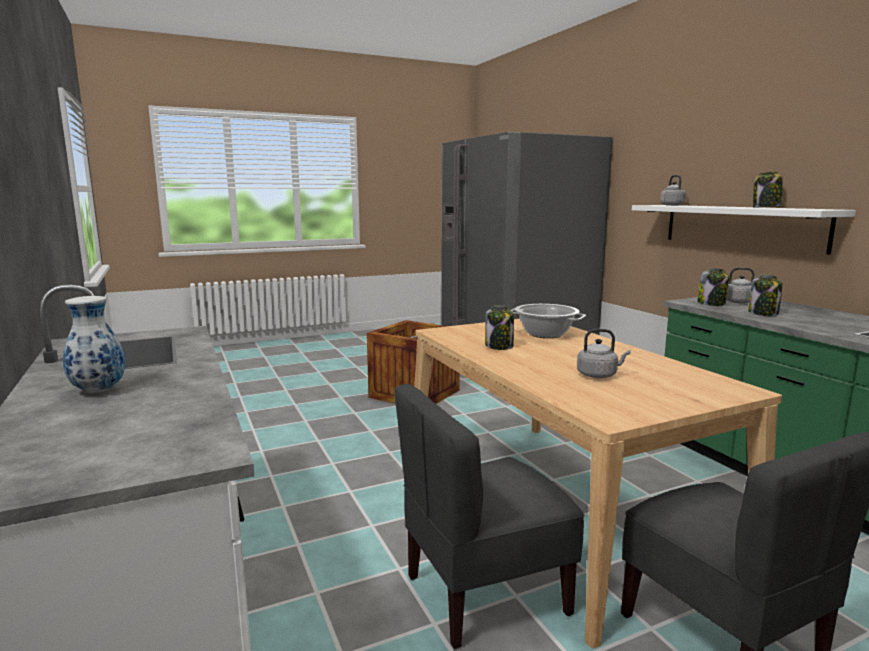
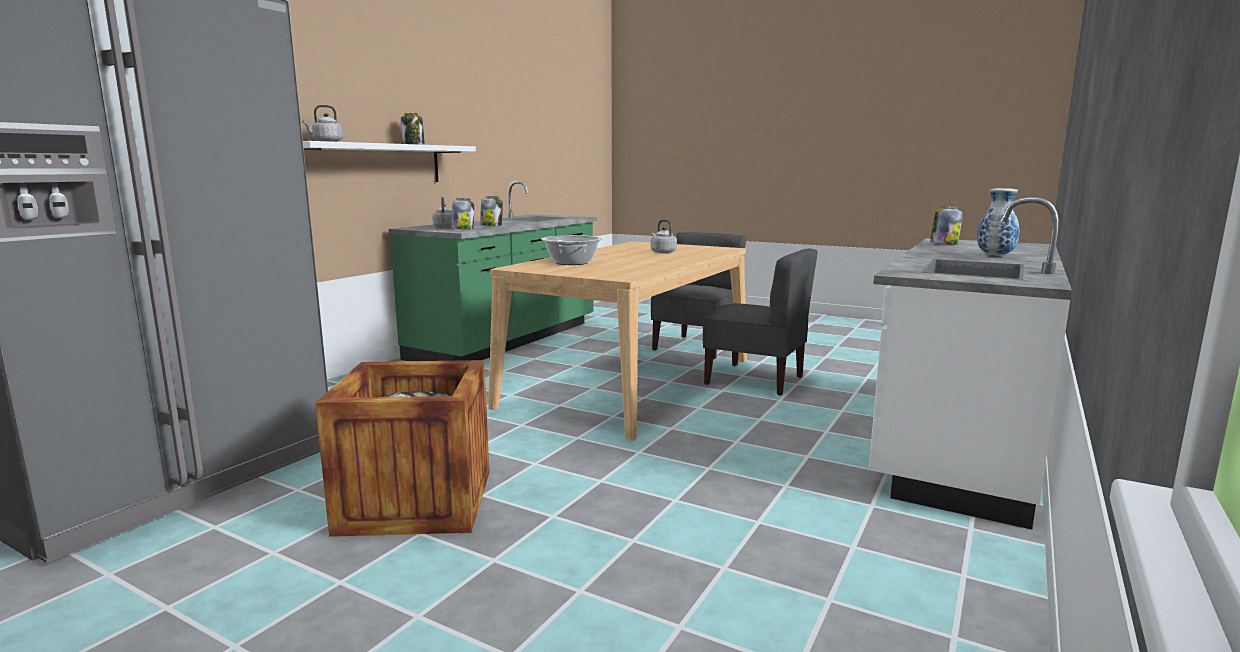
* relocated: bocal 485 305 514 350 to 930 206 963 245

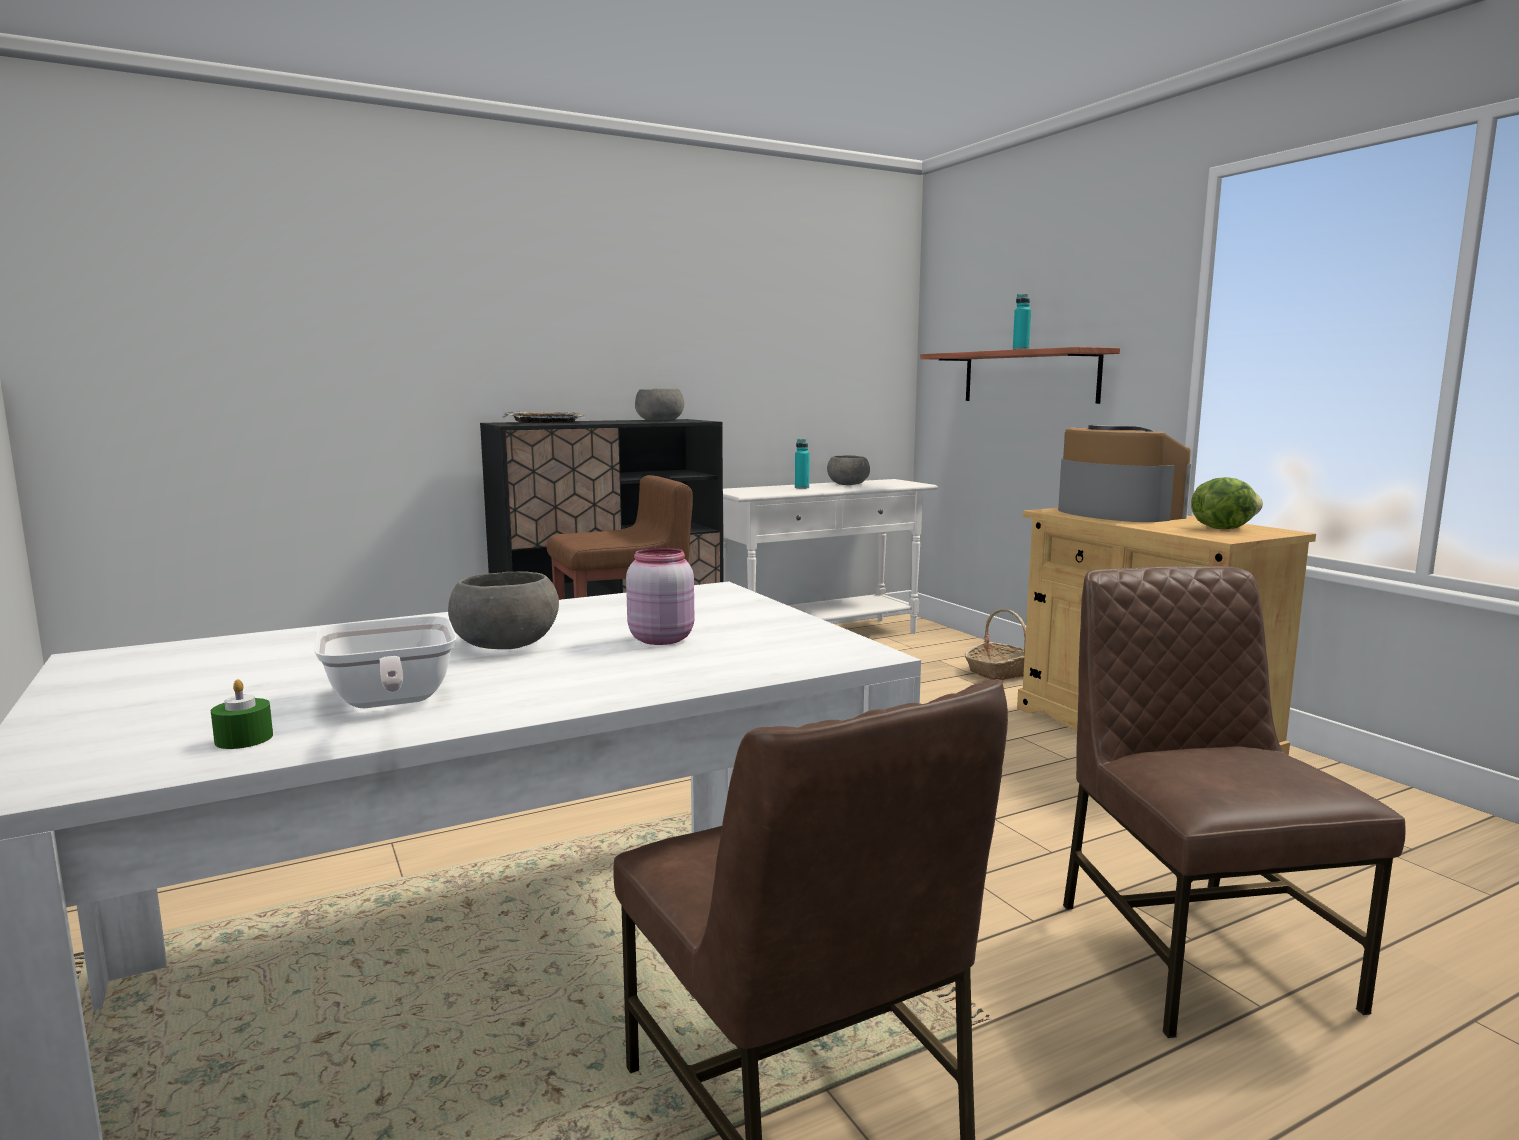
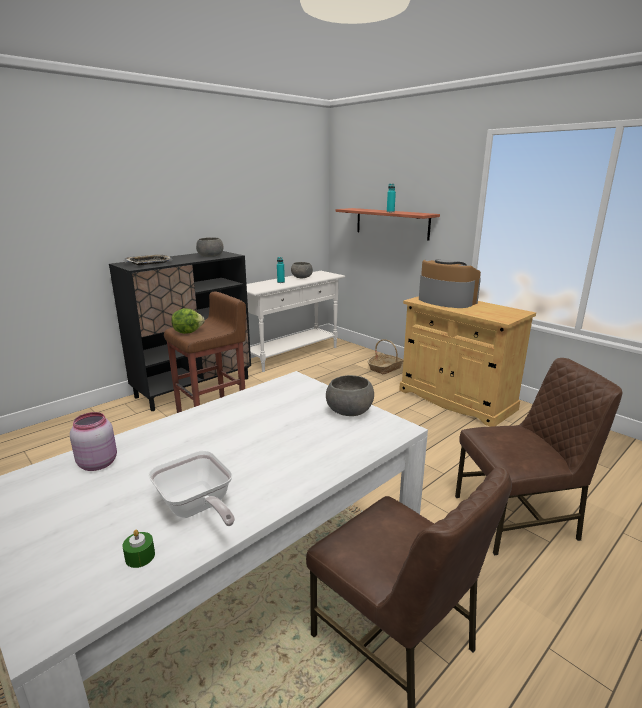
* relocated: bol [gris] 448 571 559 649 to 326 375 374 416
* relocated: bocal [rose] 626 547 694 645 to 70 412 117 471
* spun: chaise [marron] 1063 566 1406 1038 = 455 358 622 555 105 degrees clockwise
* relocated: laitue 1191 477 1263 529 to 171 308 205 334

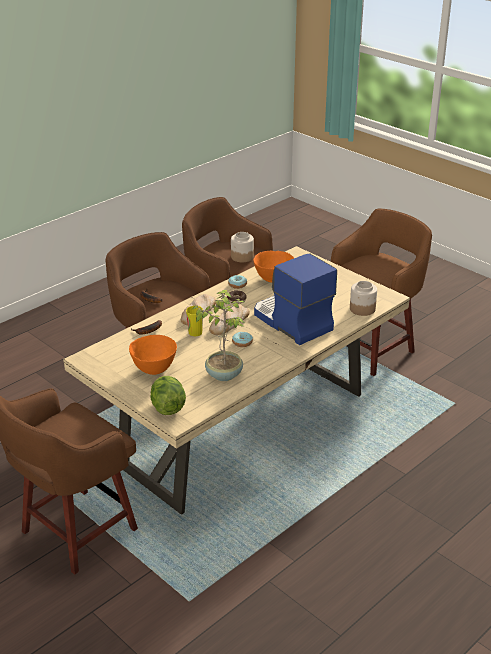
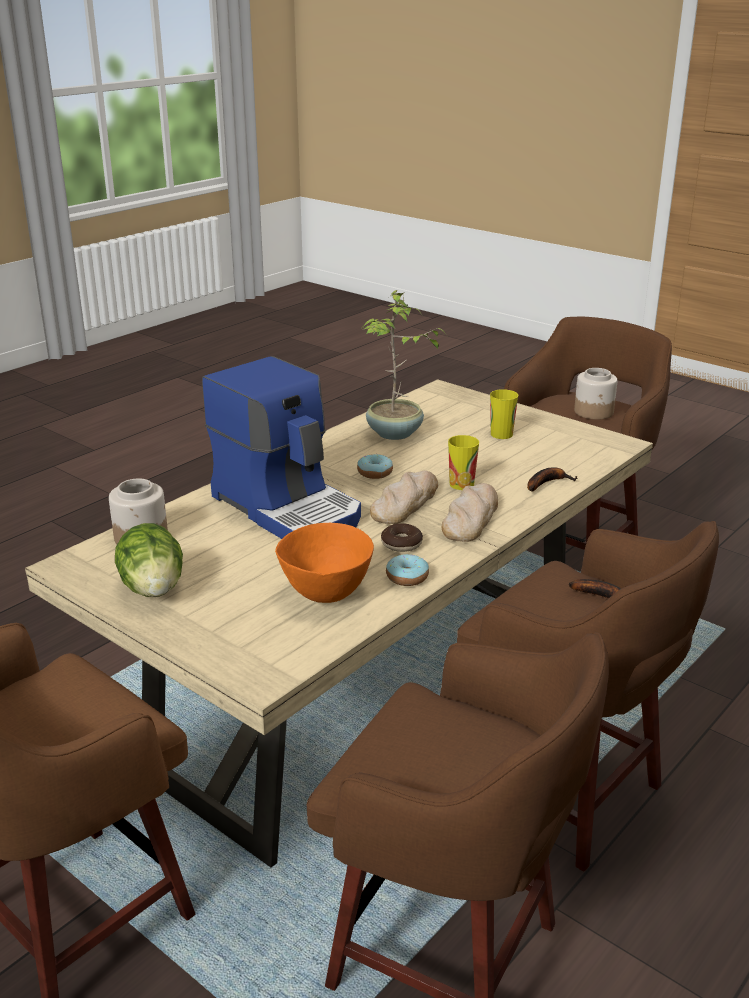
* exchanged: bol [orange] 129 335 177 375 to tasse 490 389 518 439
* relocated: laitue 150 376 186 415 to 115 523 183 597
* relocated: bocal 231 232 254 262 to 574 368 618 420

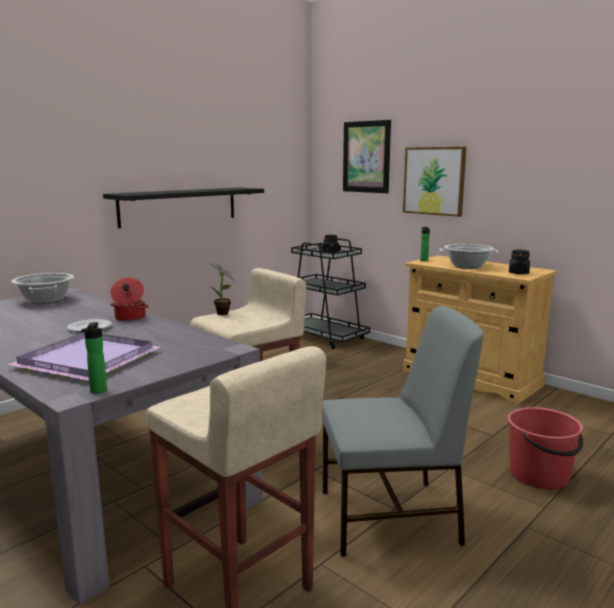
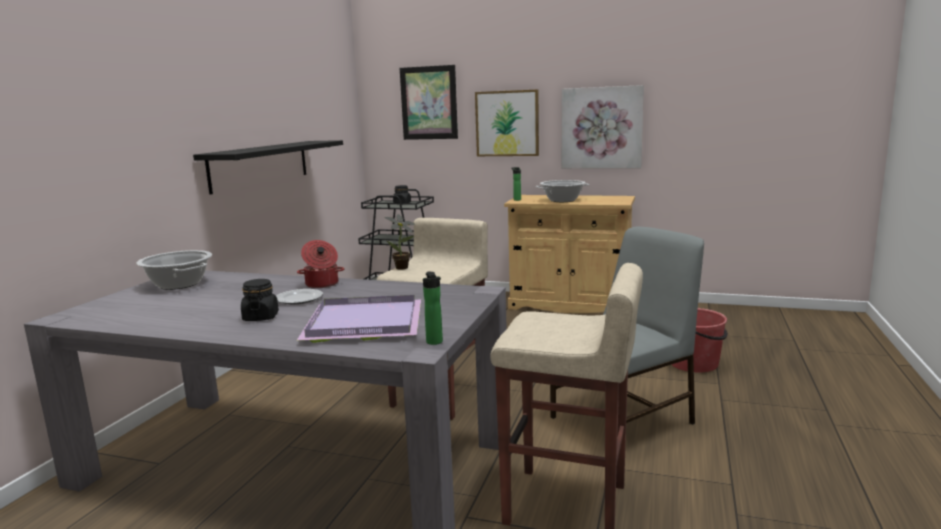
* relocated: bocal [noir] 509 249 530 274 to 241 279 279 321
* appeared: tableau 562 85 644 168

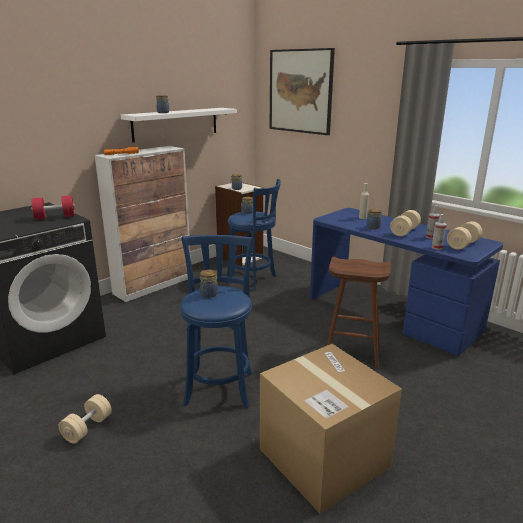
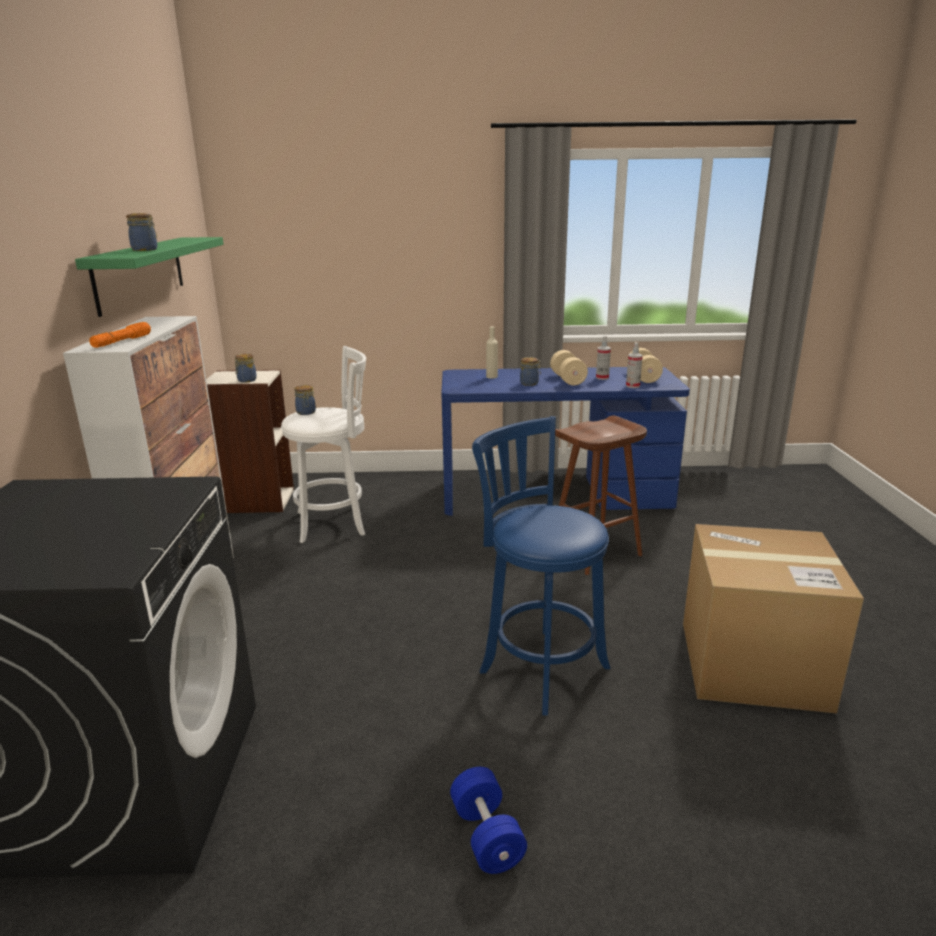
* missing: haltère [rouge] 32 195 75 220
* colour: haltère [beige] 59 394 112 444 to haltère [bleu] 450 767 527 874
* colour: étagère [blanc] 121 108 237 142 to étagère [vert] 75 237 224 317
* missing: bocal 200 270 218 297
* colour: tabouret [bleu] 225 179 281 291 to tabouret [blanc] 281 346 366 543
* missing: tableau 269 48 335 135

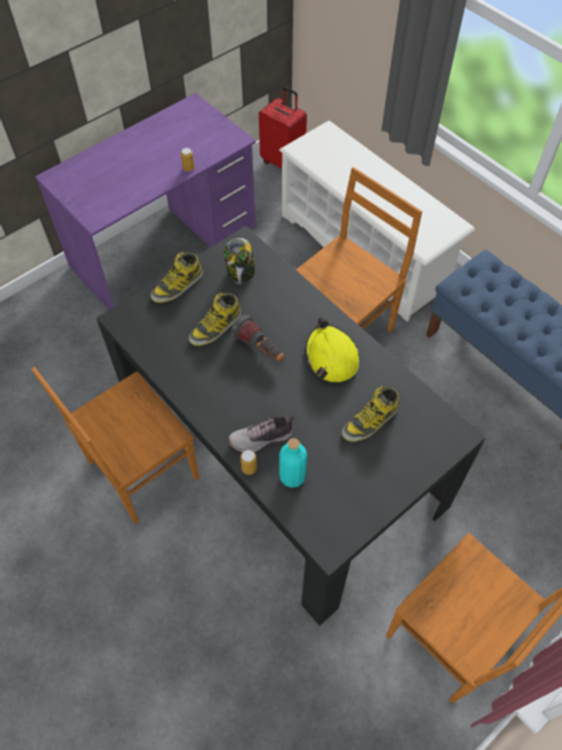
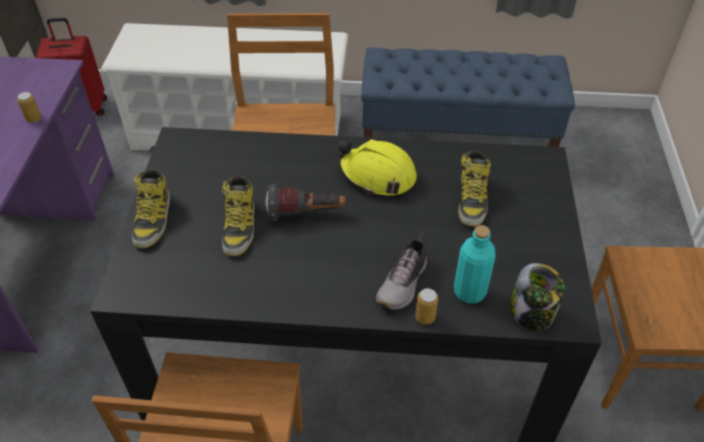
* relocated: bocal 224 238 255 284 to 510 263 565 331

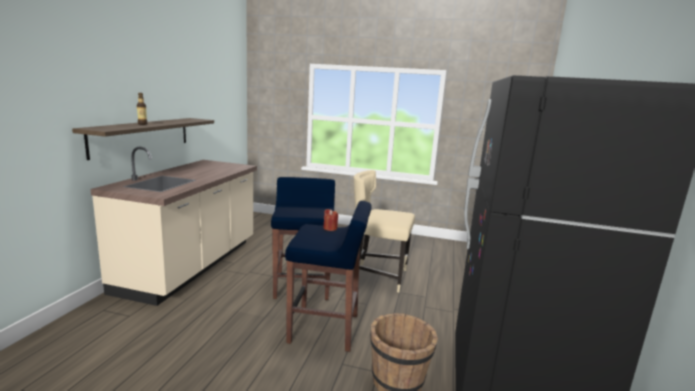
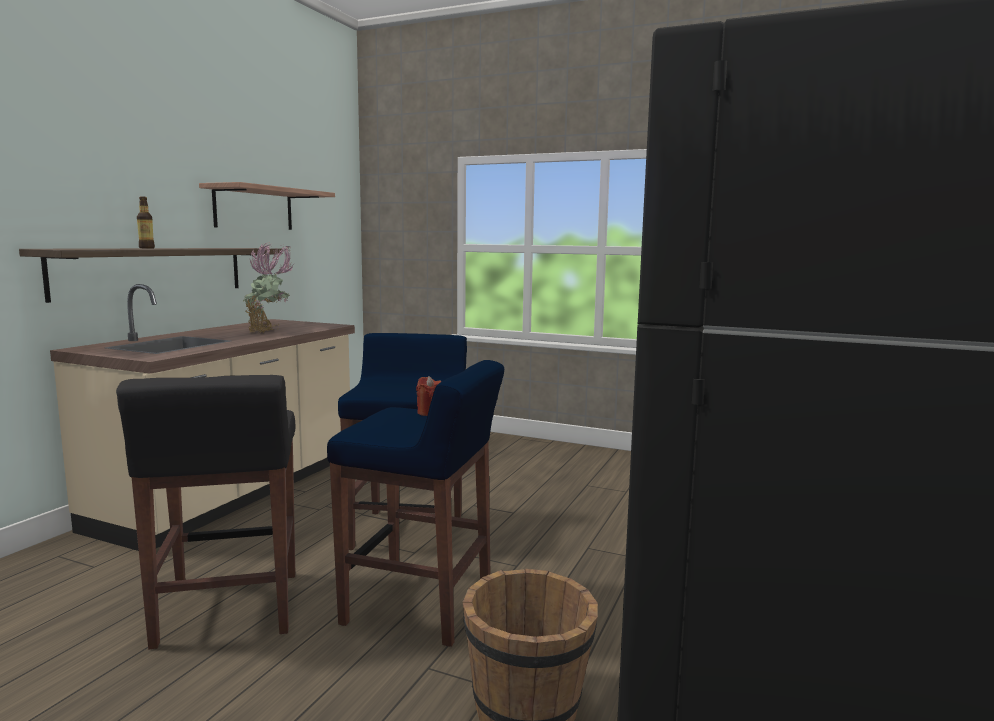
* missing: chaise [beige] 354 170 415 292
* appeared: tabouret [noir] 116 375 296 649
* appeared: étagère 199 182 335 230
* appeared: plante en pot 243 242 294 333

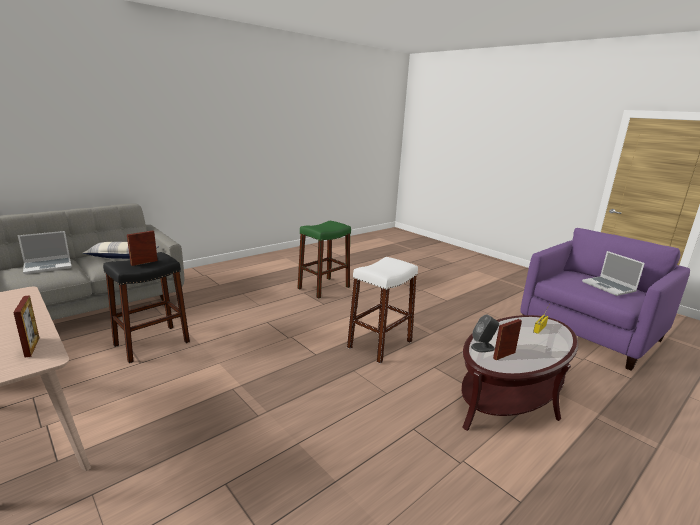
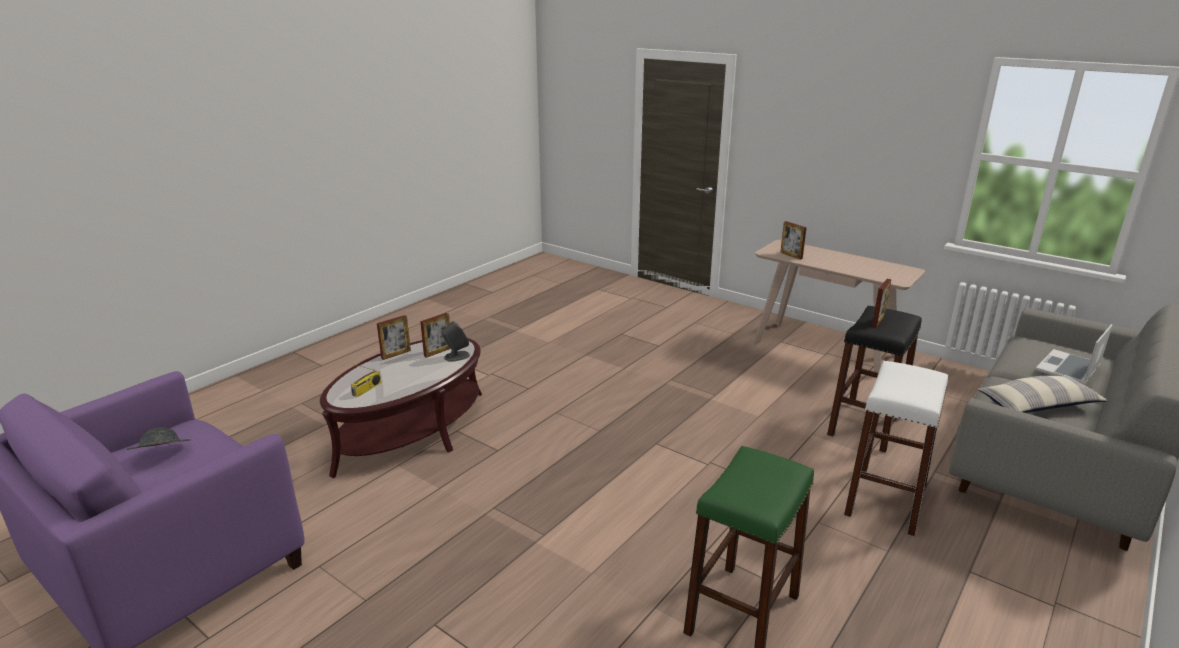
* relocated: tabouret [blanc] 347 257 418 364 to 844 361 948 537
* exchanged: ordinateur portable 582 251 645 296 to chapeau [gris] 127 427 191 450
* appeared: cadre photo 377 315 411 360

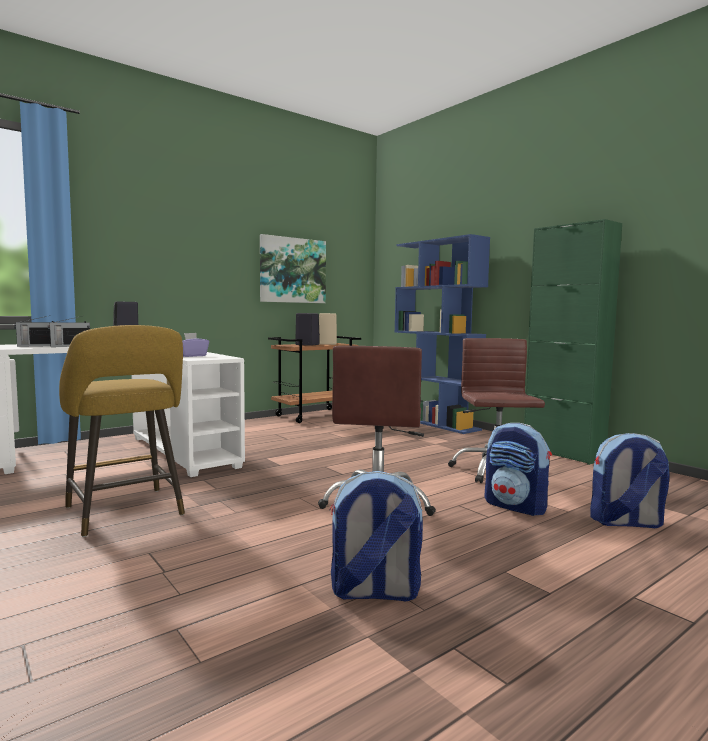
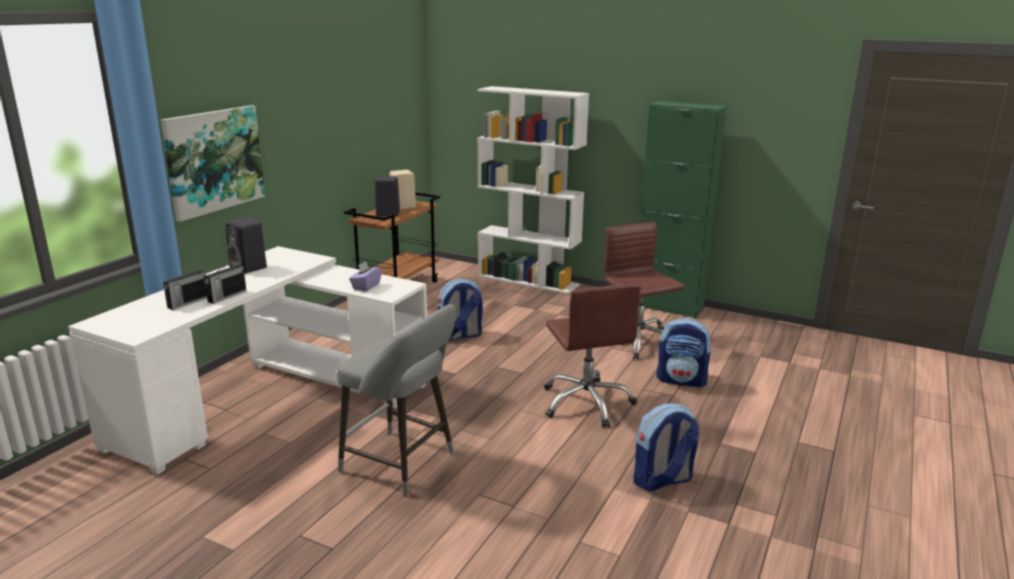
* colour: tabouret [jaune] 59 325 185 537 to tabouret [gris] 337 304 456 496
* relocated: tableau 260 234 326 303 to 161 105 265 222
* colour: bibliothèque [bleu] 395 234 490 434 to bibliothèque [blanc] 477 86 589 294
* relocated: sac à dos 590 433 670 528 to 438 279 483 341

